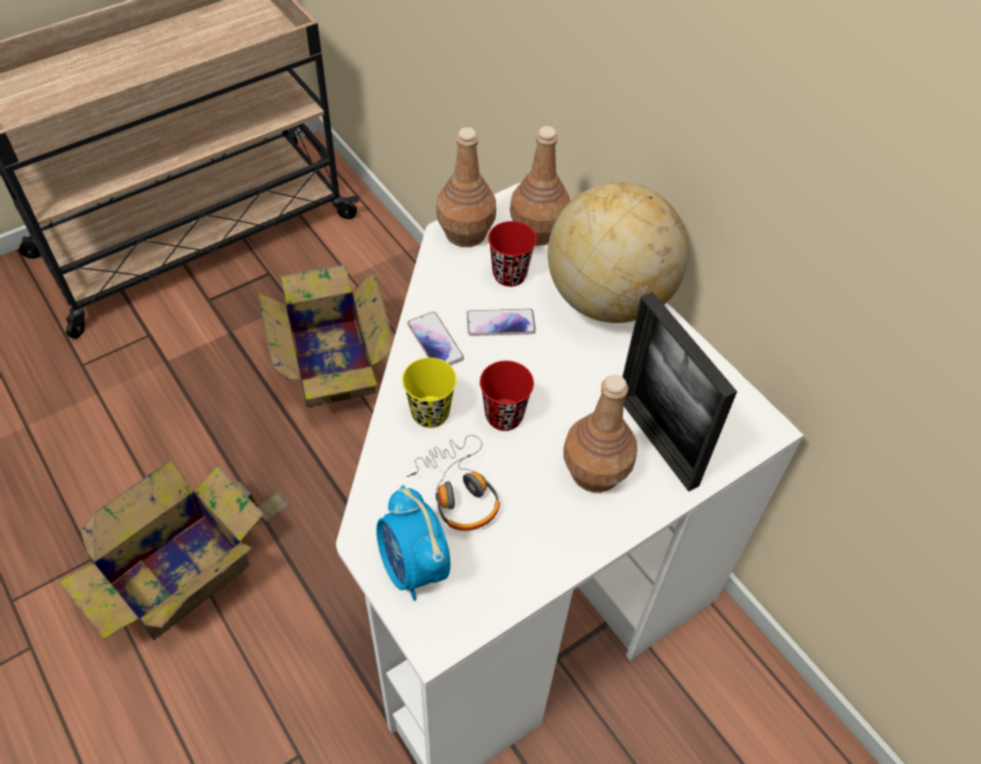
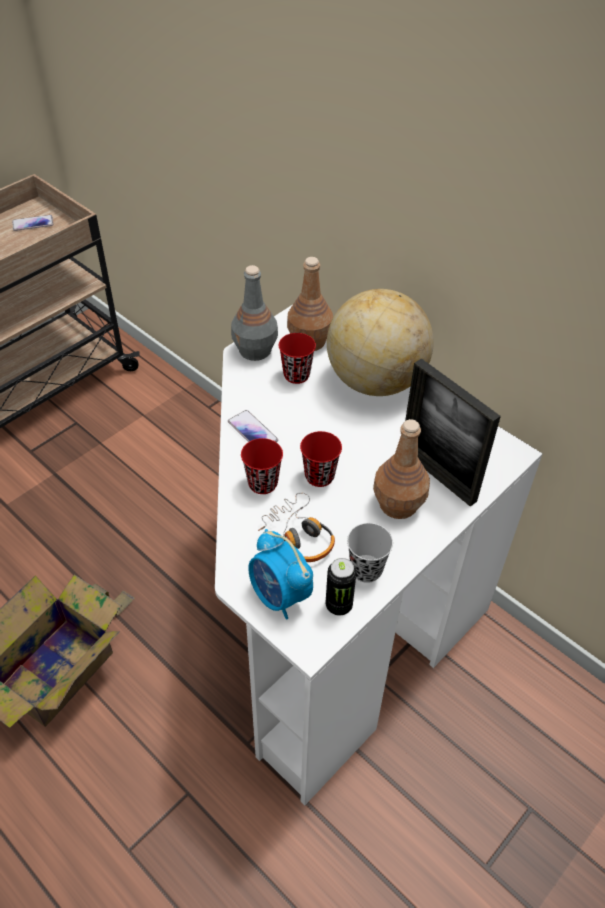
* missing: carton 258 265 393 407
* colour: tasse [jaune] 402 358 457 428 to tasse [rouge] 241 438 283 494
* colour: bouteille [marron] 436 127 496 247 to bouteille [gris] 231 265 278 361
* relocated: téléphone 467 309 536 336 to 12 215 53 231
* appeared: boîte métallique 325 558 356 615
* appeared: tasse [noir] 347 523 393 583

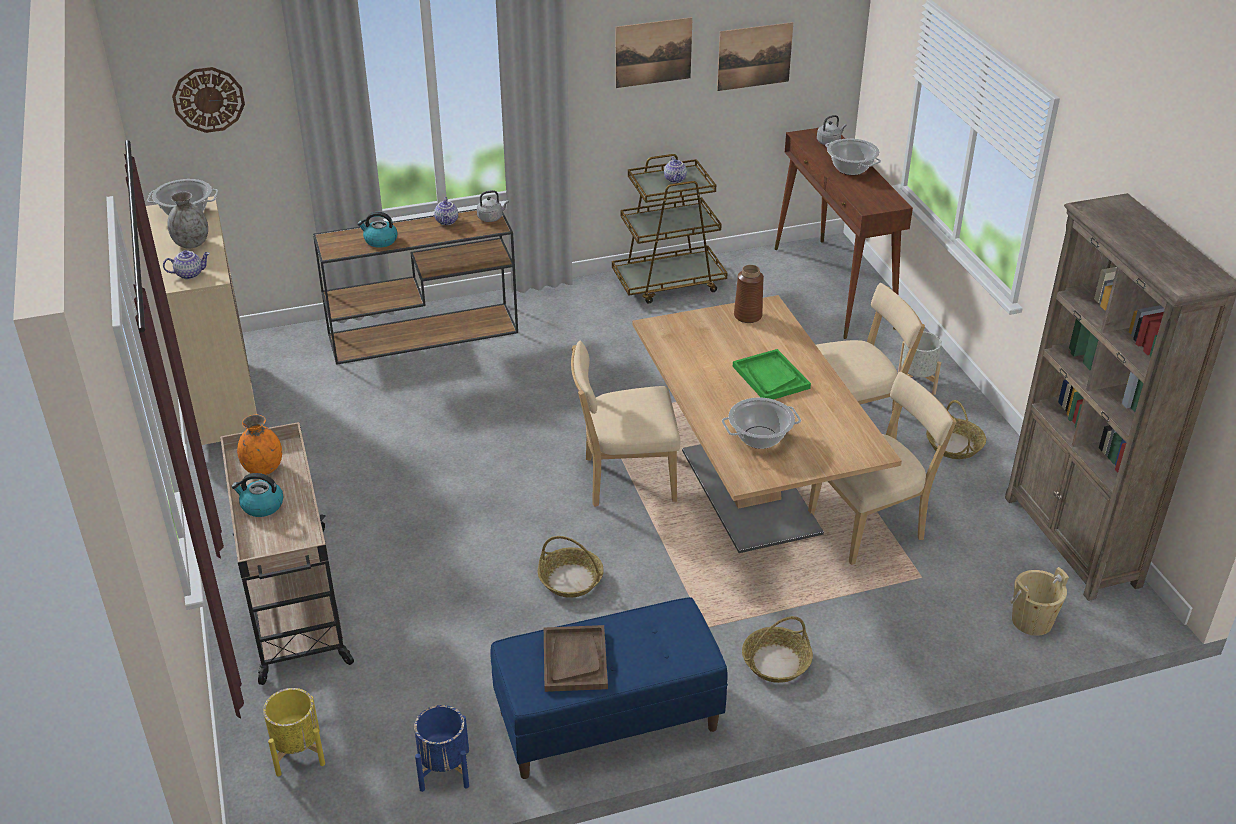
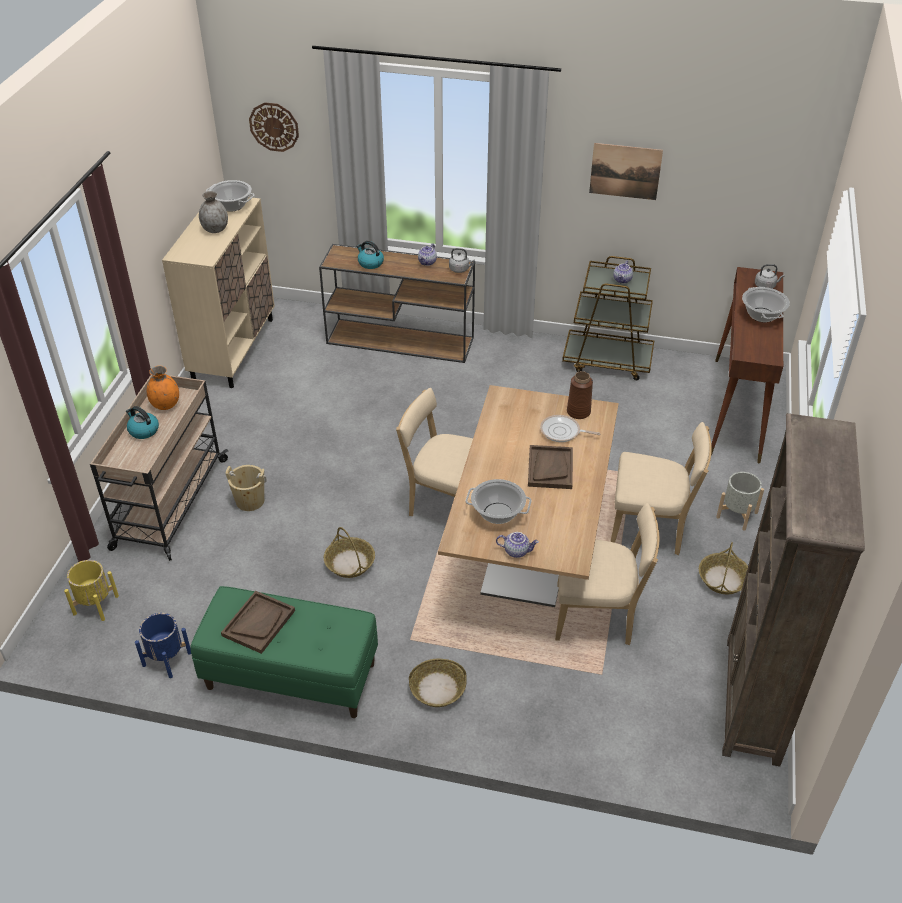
* relocated: théière 163 250 210 279 to 496 532 539 558
* colour: banc [bleu] 490 597 728 779 to banc [vert] 191 586 378 718
* missing: tableau 717 22 793 91
* colour: plateau [vert] 733 349 811 399 to plateau [marron] 528 445 573 489
* relocated: seau [beige] 1010 567 1069 636 to 226 465 267 511
* appeared: poêle 540 415 600 442

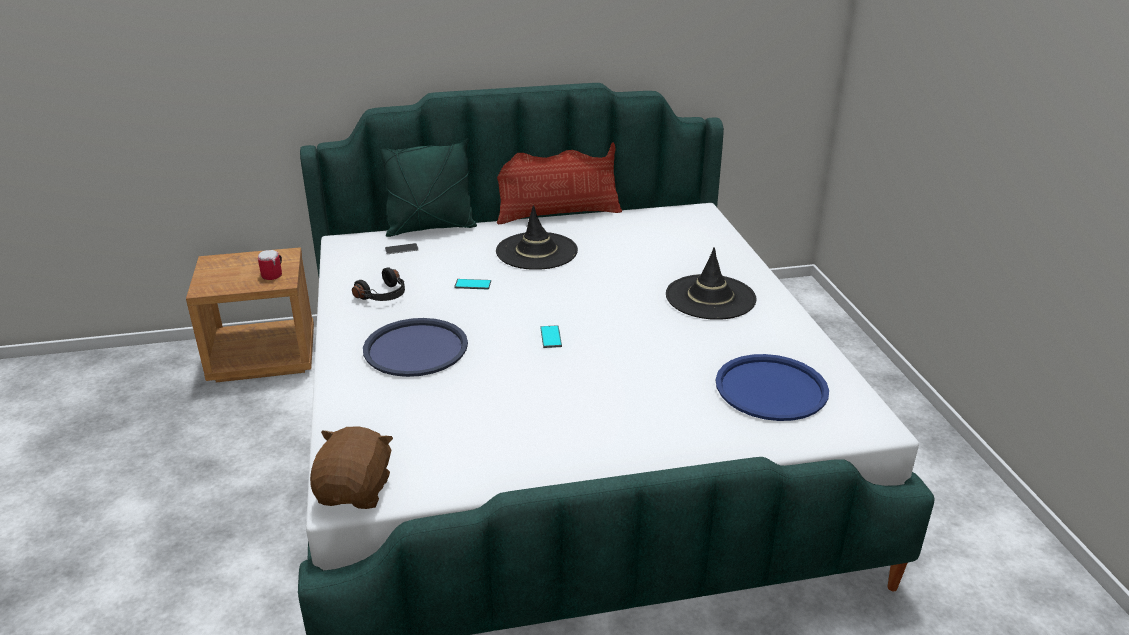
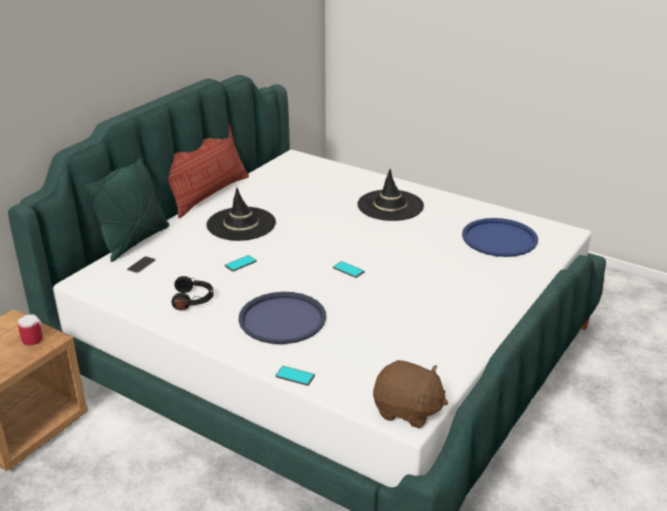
* spun: peluche [marron] 310 426 393 509 = 373 360 448 428 150 degrees clockwise
* appeared: téléphone 275 366 315 386

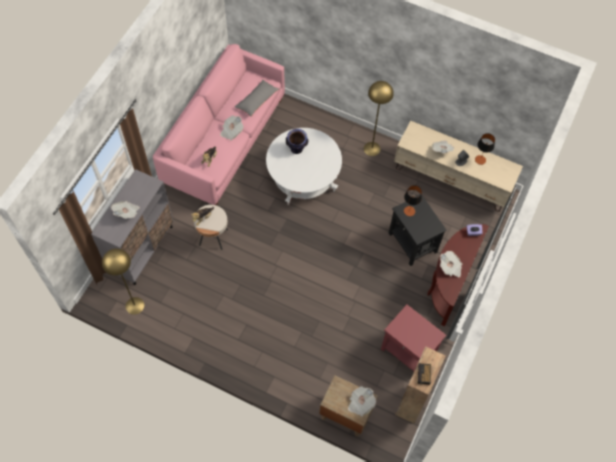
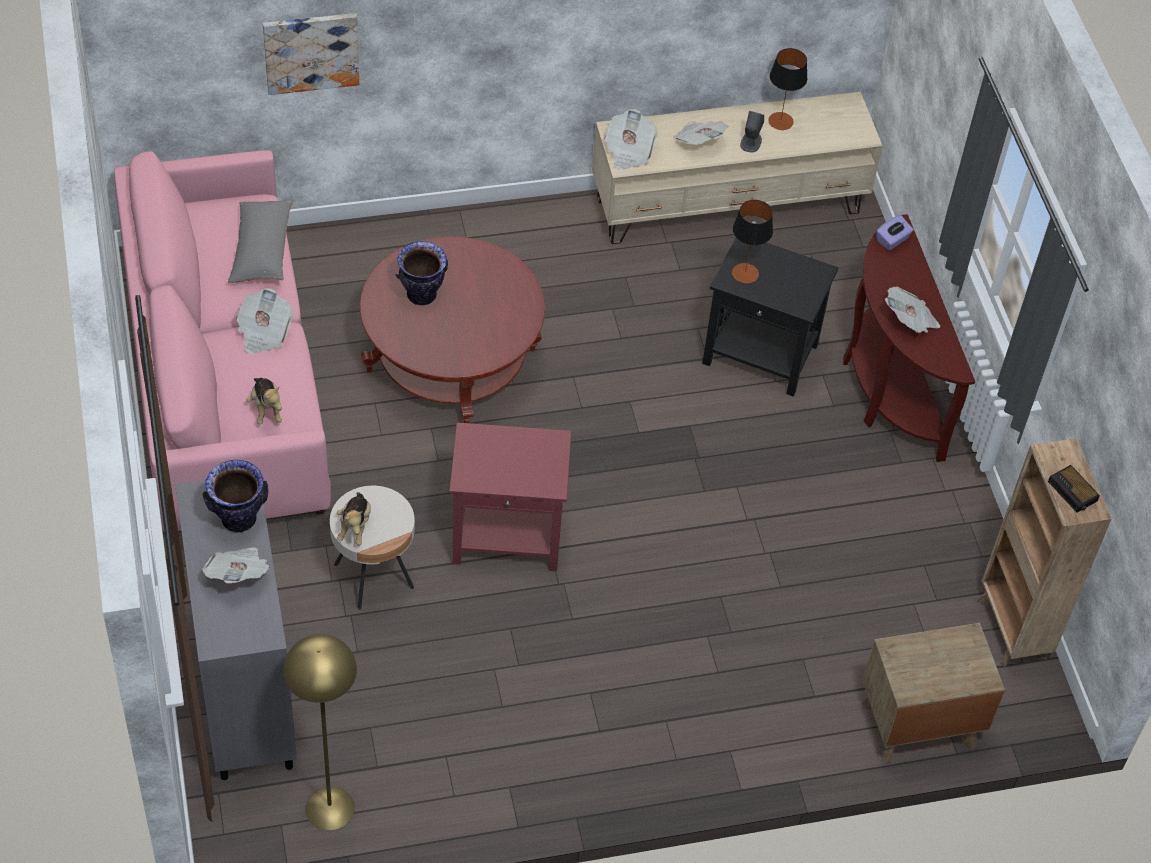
* colour: table basse [blanc] 266 128 342 205 to table basse [rouge] 360 236 545 423
* relocated: journal 348 386 376 417 to 604 109 658 170
* missing: lampadaire [jaune] 364 81 394 156
* relocated: table d'appoint [rouge] 381 305 446 371 to 449 422 571 571
* appeared: vase 203 460 268 532
* appeared: tableau 263 13 359 95

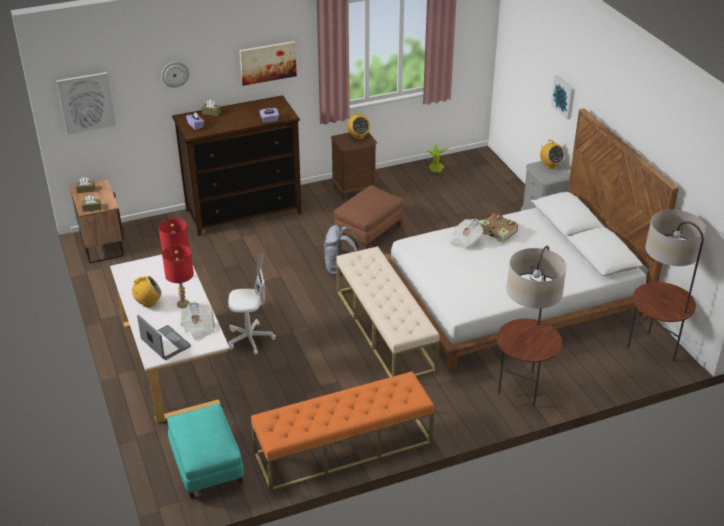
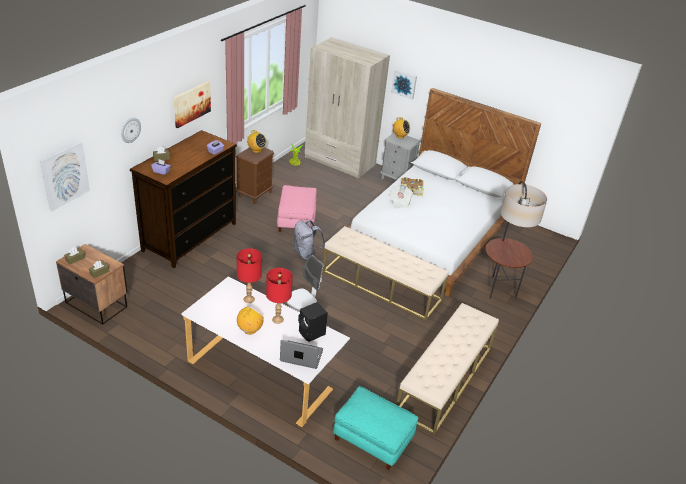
* exchanged: journal 180 302 215 341 to enceinte [noir] 298 302 328 342
* colour: banc [orange] 251 371 434 492 to banc [beige] 396 303 499 435
* colour: pouf [marron] 334 185 404 249 to pouf [rose] 277 185 317 232
* missing: lampadaire 627 210 706 361
* appeared: armoire [beige] 305 37 390 178

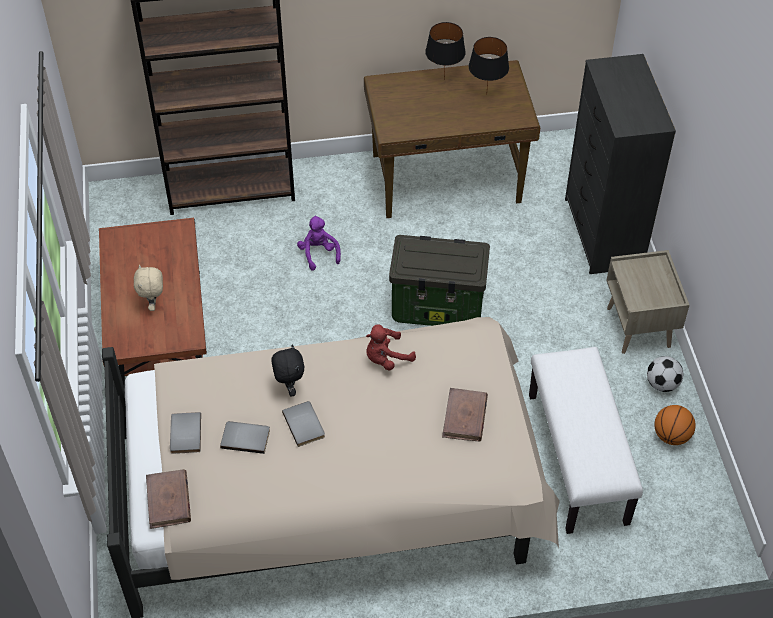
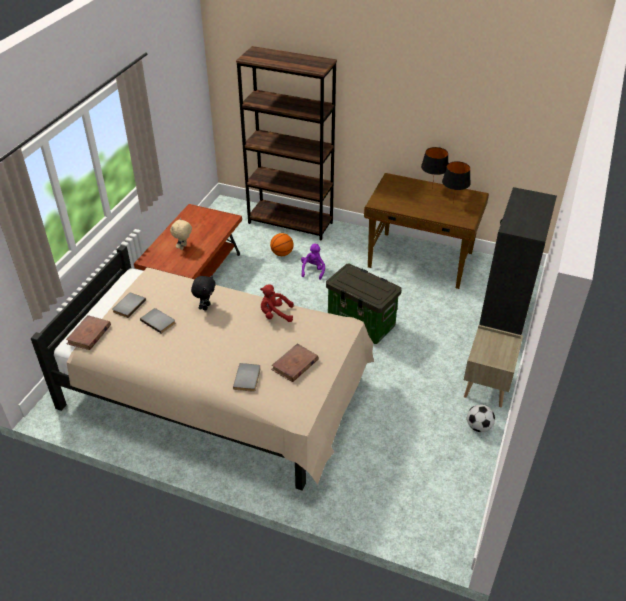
* relocated: livre [gris] 282 401 325 447 to 233 363 261 392
* missing: banc [blanc] 529 347 643 534
* relocated: ballon de basket 654 405 696 445 to 270 233 293 256

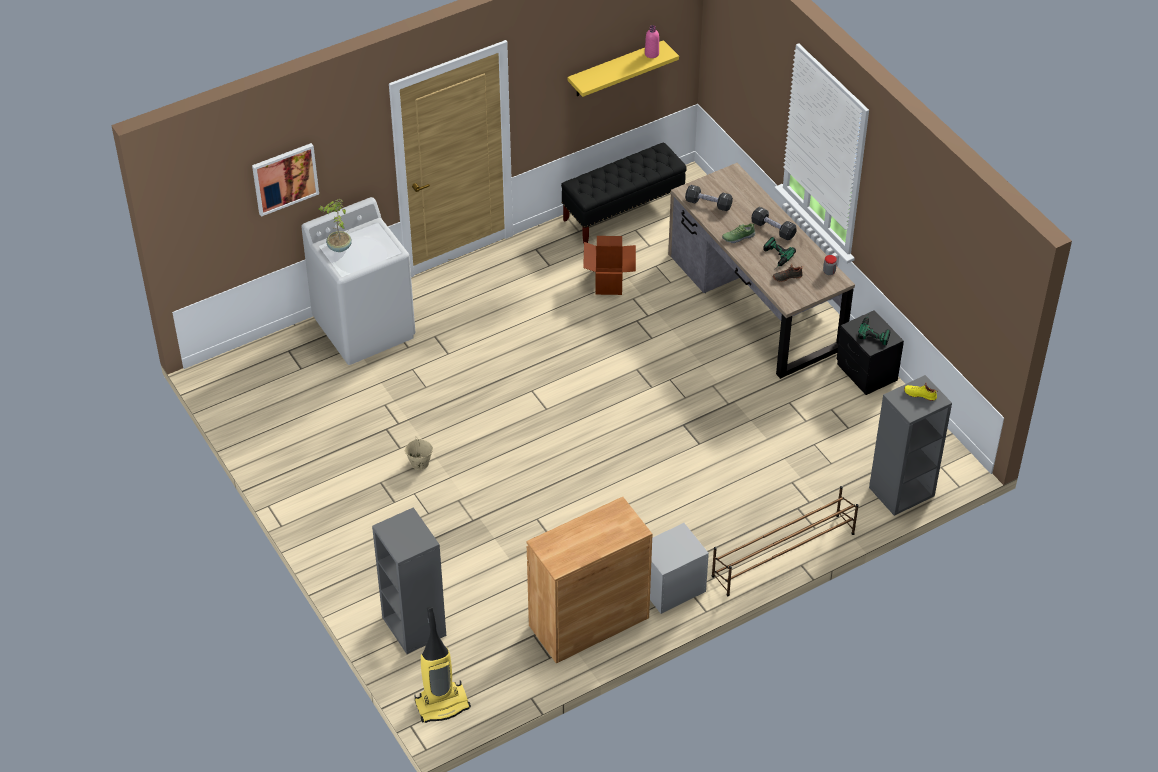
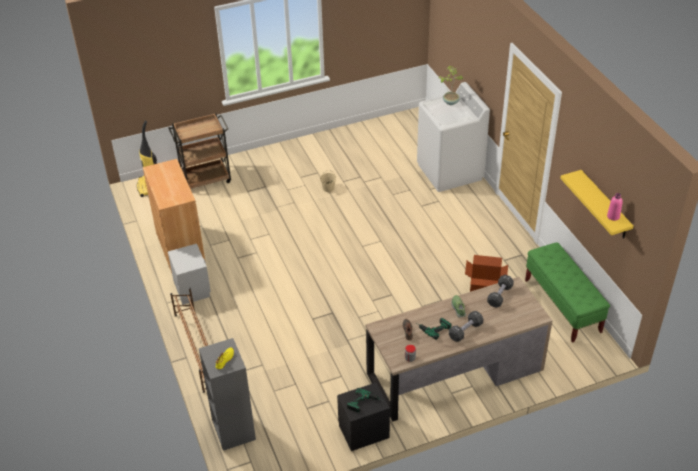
* missing: tableau 252 143 319 217
* exchanged: bibliothèque [gris] 372 507 446 654 to chariot [marron] 168 113 231 189
* colour: banc [noir] 561 142 687 243 to banc [vert] 525 242 610 343

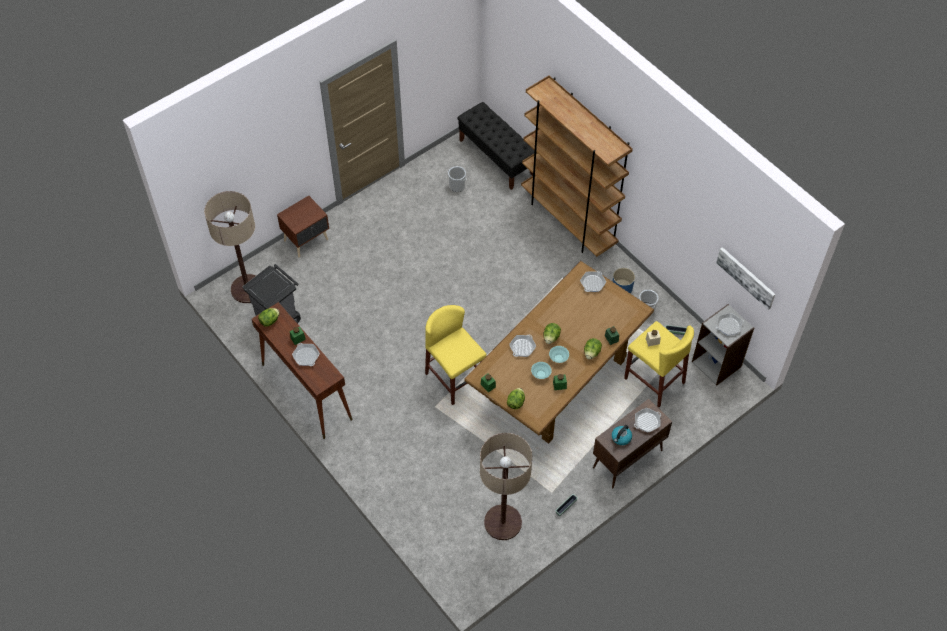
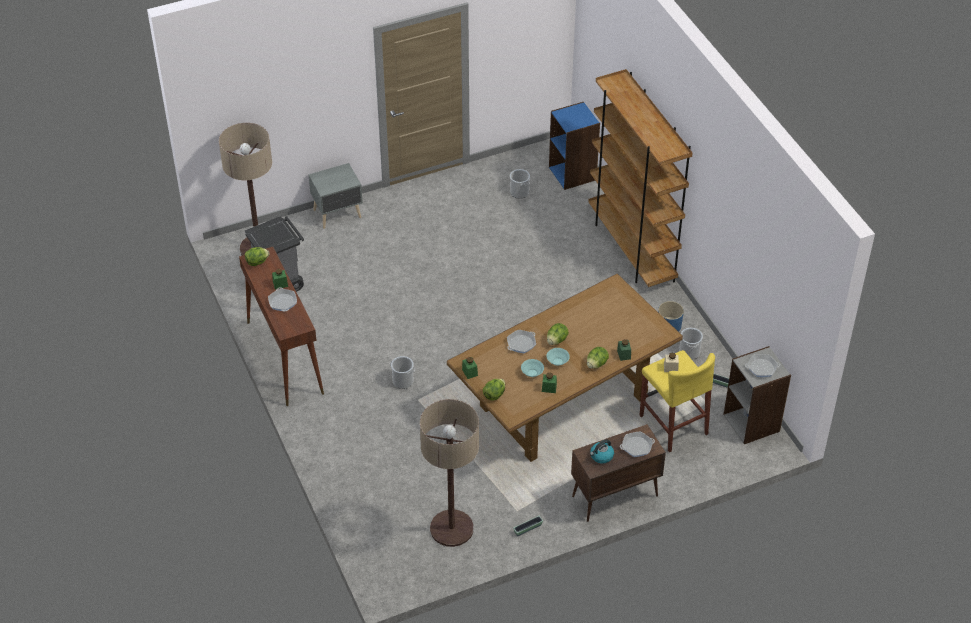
* colour: table de chevet [marron] 277 196 329 257 to table de chevet [gris] 308 163 363 229
* missing: tabouret [jaune] 425 305 487 405
* exchanged: banc [noir] 457 102 535 190 to bibliothèque [bleu] 549 102 600 190
* missing: poêle 580 271 606 292
* missing: tableau 716 247 775 310
* appeared: seau 390 356 415 389

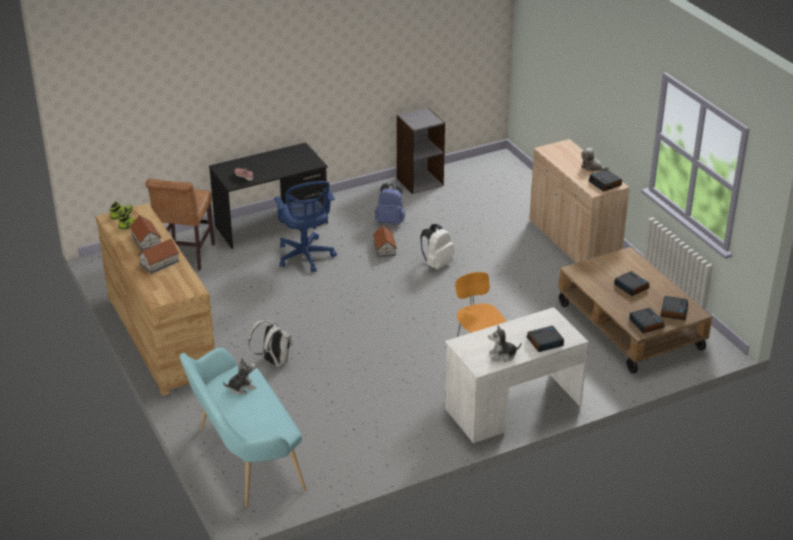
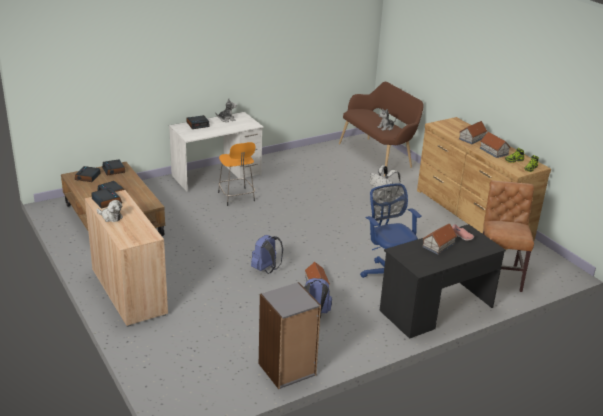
* colour: banc [turquoise] 180 348 306 507 to banc [marron] 339 82 424 176
* colour: sac à dos [blanc] 420 224 454 270 to sac à dos [bleu] 251 235 283 274
* appeared: maison miniature 422 223 457 255

